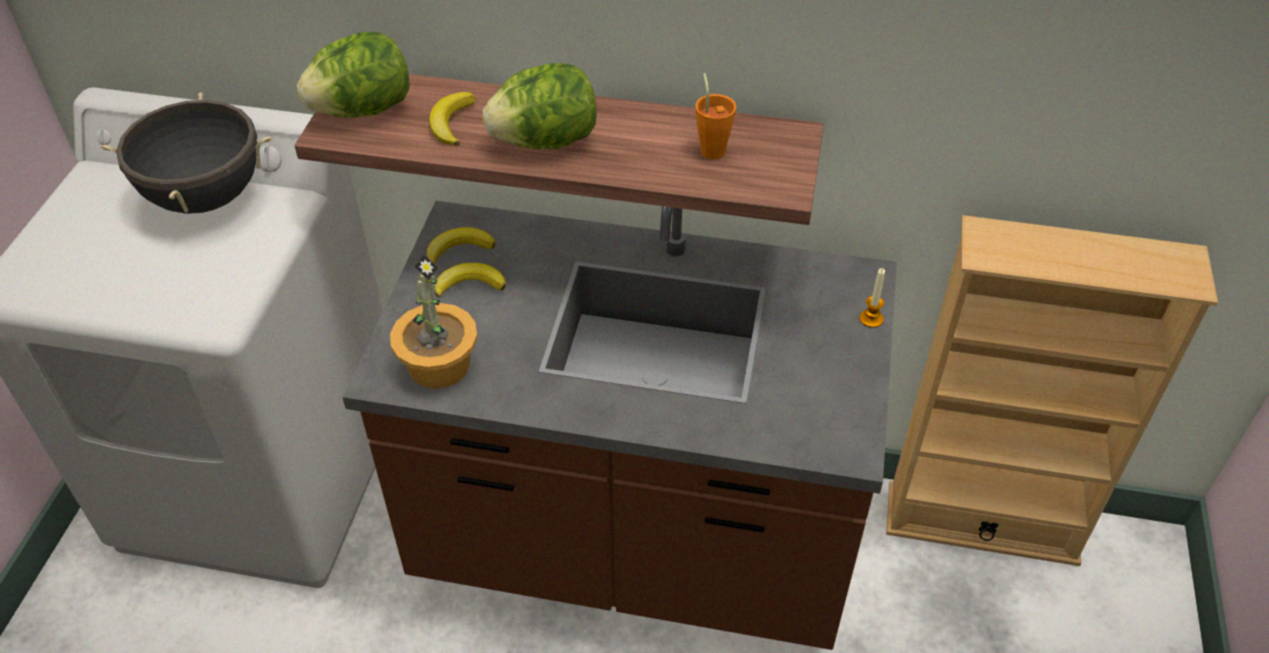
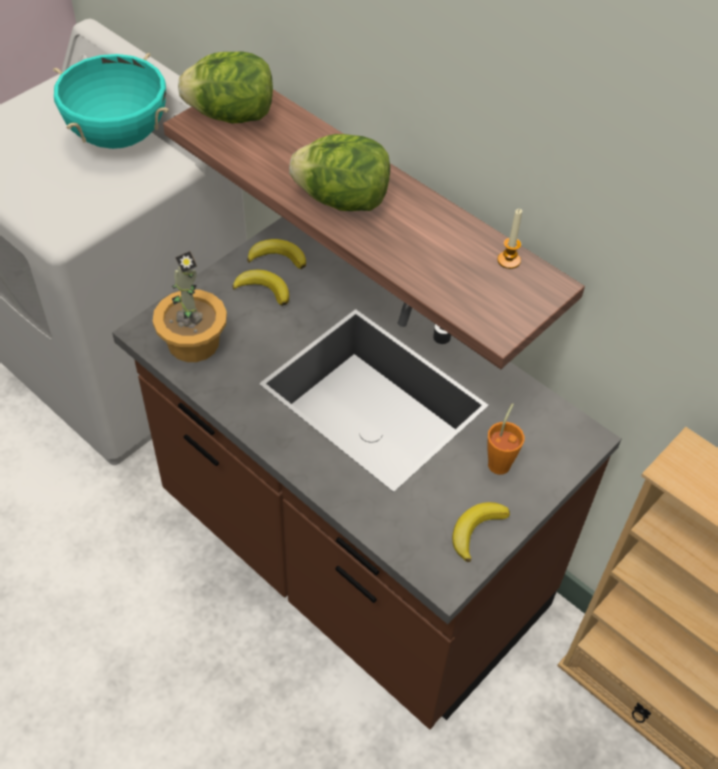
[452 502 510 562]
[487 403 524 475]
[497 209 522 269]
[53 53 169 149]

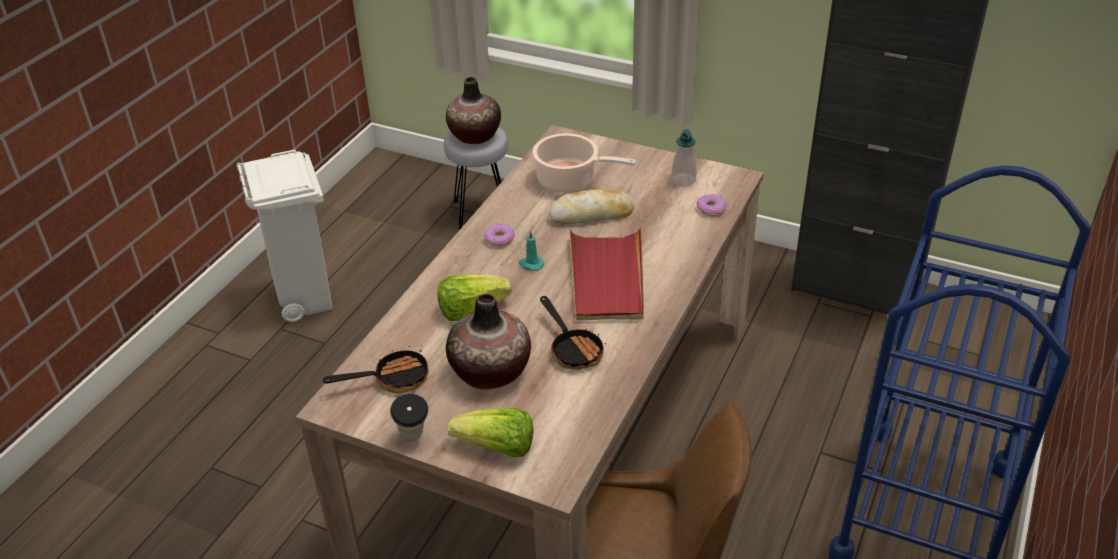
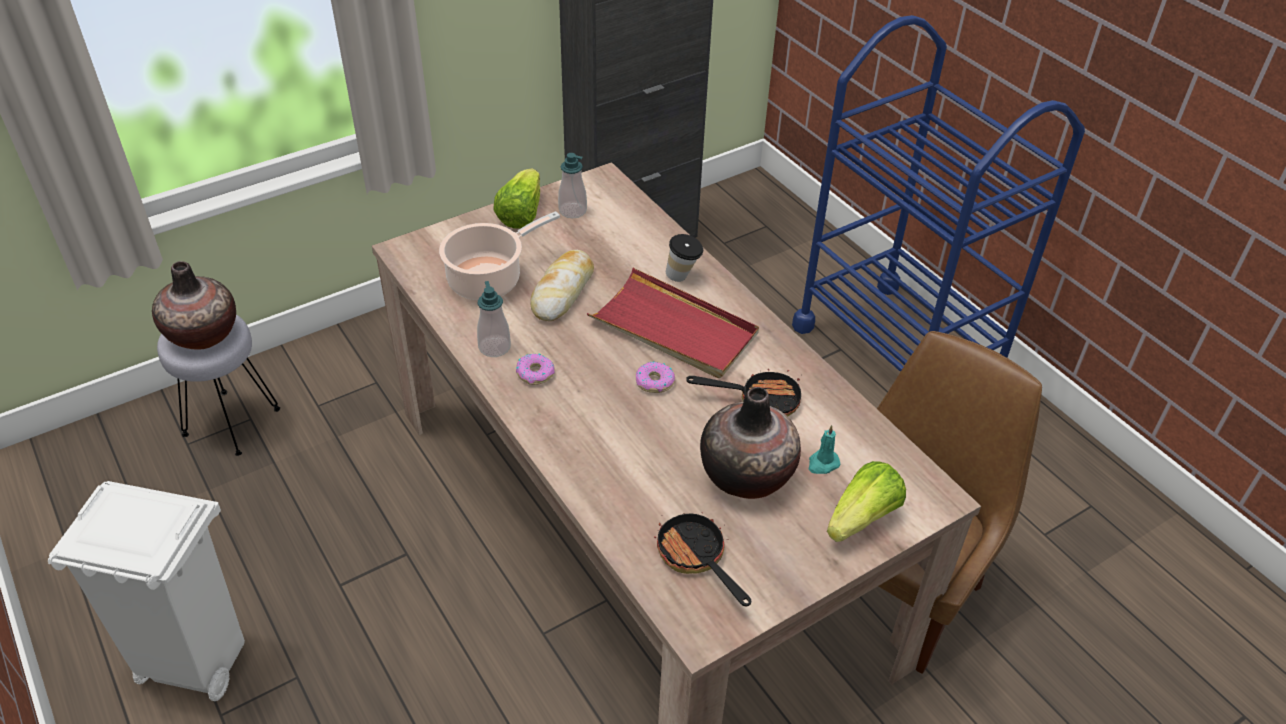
[477 281 511 357]
[666 234 703 282]
[494 169 540 229]
[809 425 840 474]
[636 361 675 393]
[654 512 751 607]

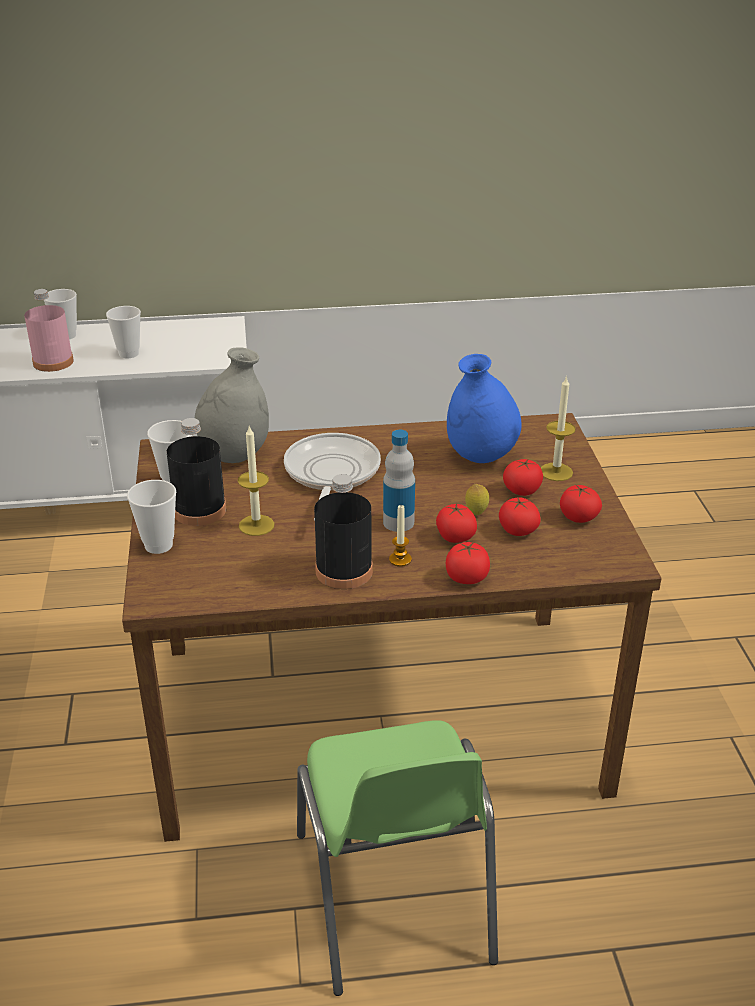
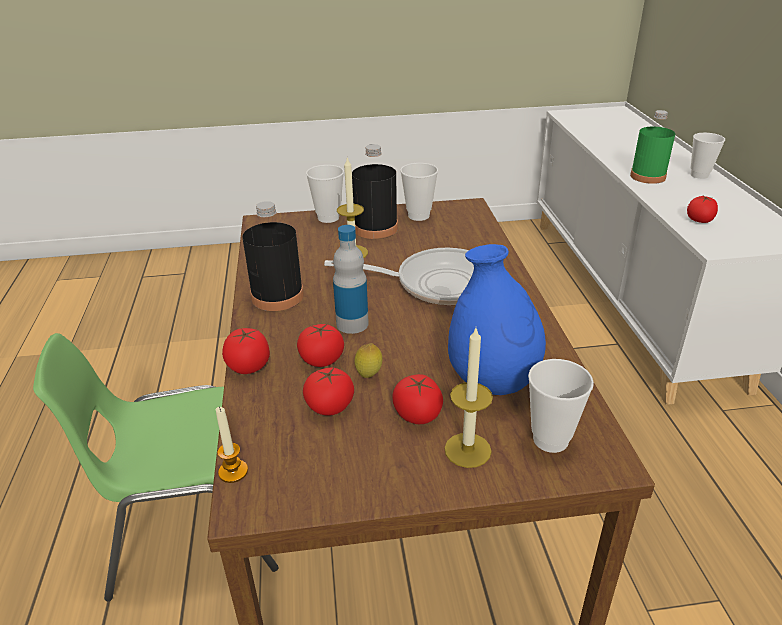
[195 347 269 463] (first image)
[528 359 594 453]
[216 407 248 483]
[687 196 718 223]
[630 110 675 184]

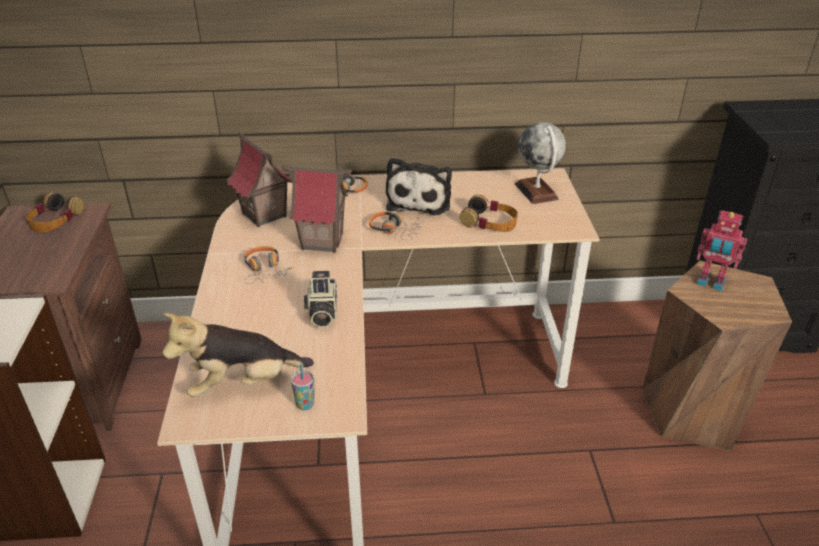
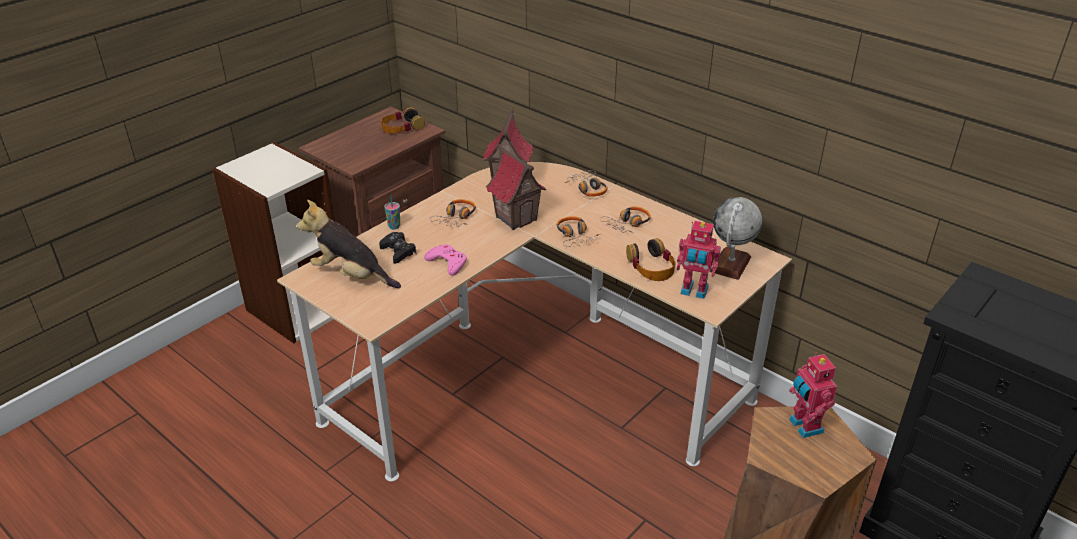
[379 232 416 264]
[677 221 721 299]
[385 195 400 229]
[424 244 467 276]
[600 206 651 233]

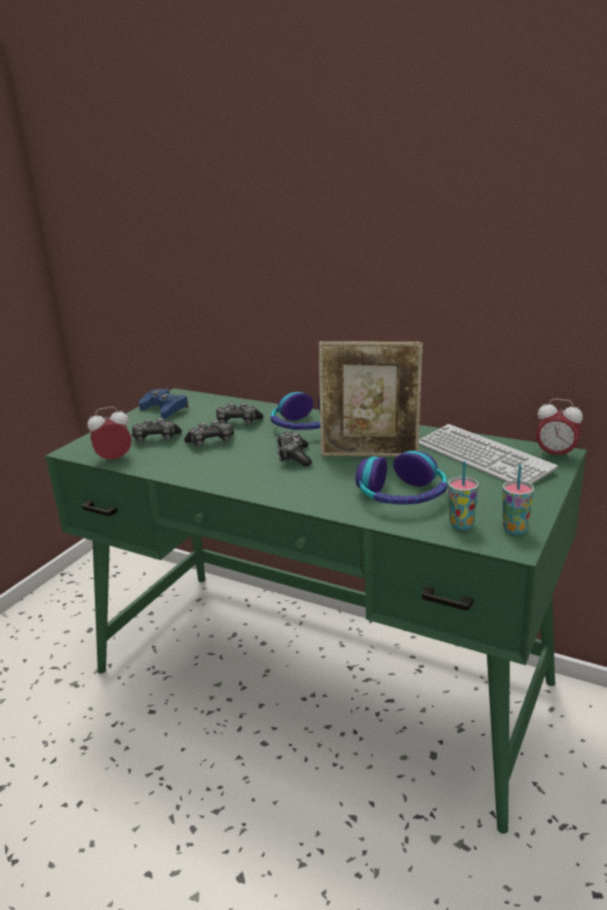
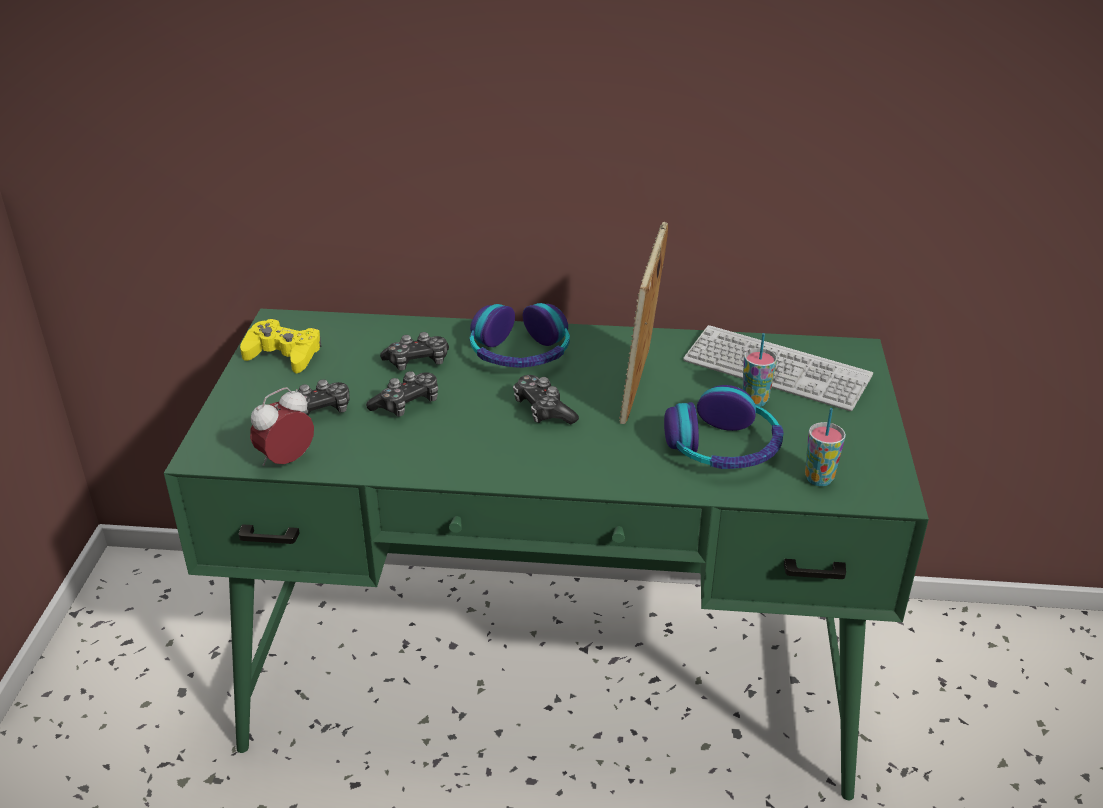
[536 398 583 461] (first image)
[742 333 777 407]
[240 319 322 373]
[619 222 668 424]

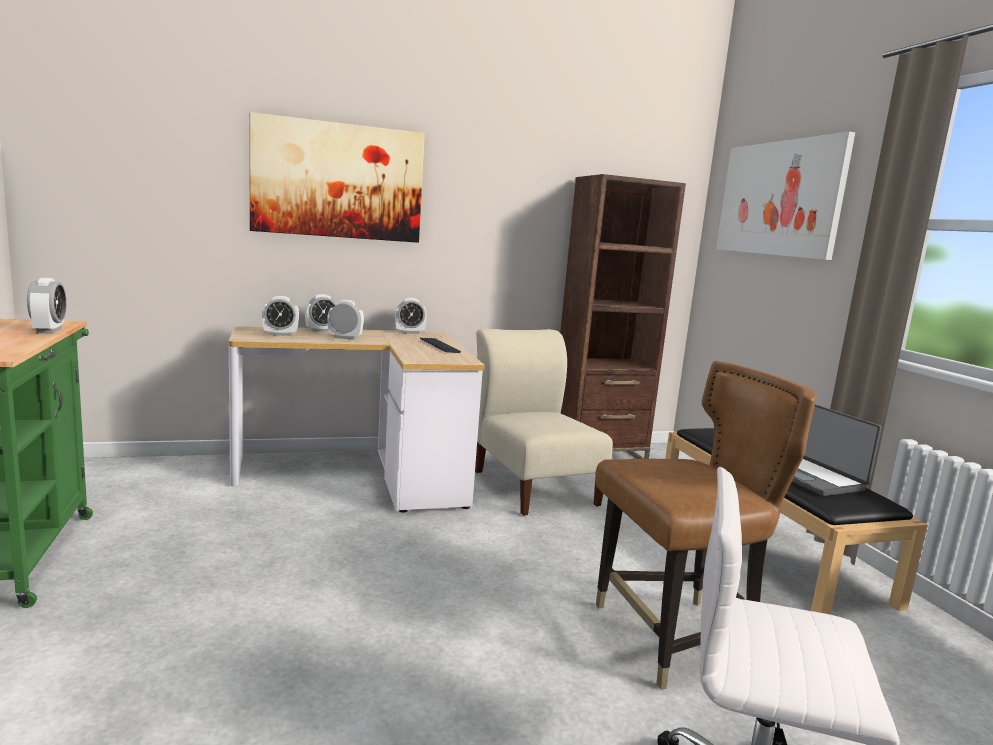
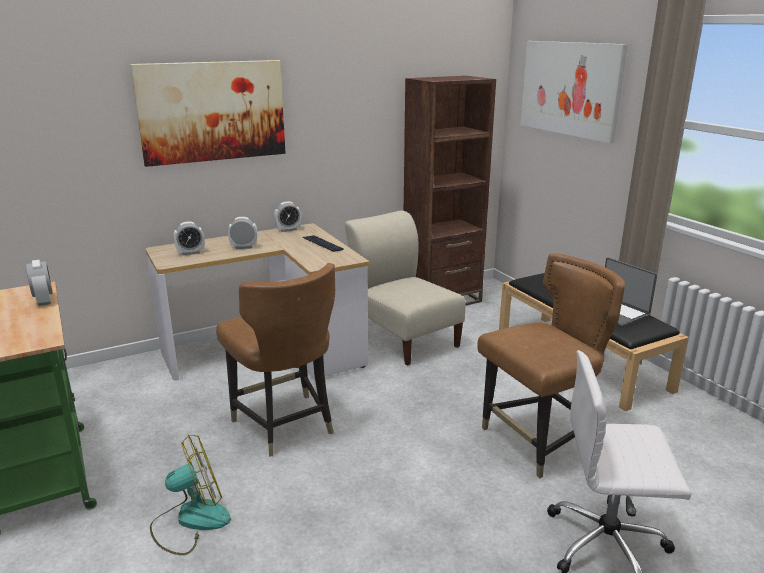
[305 294 337 332] (first image)
[150 434 231 555]
[216 263 335 457]

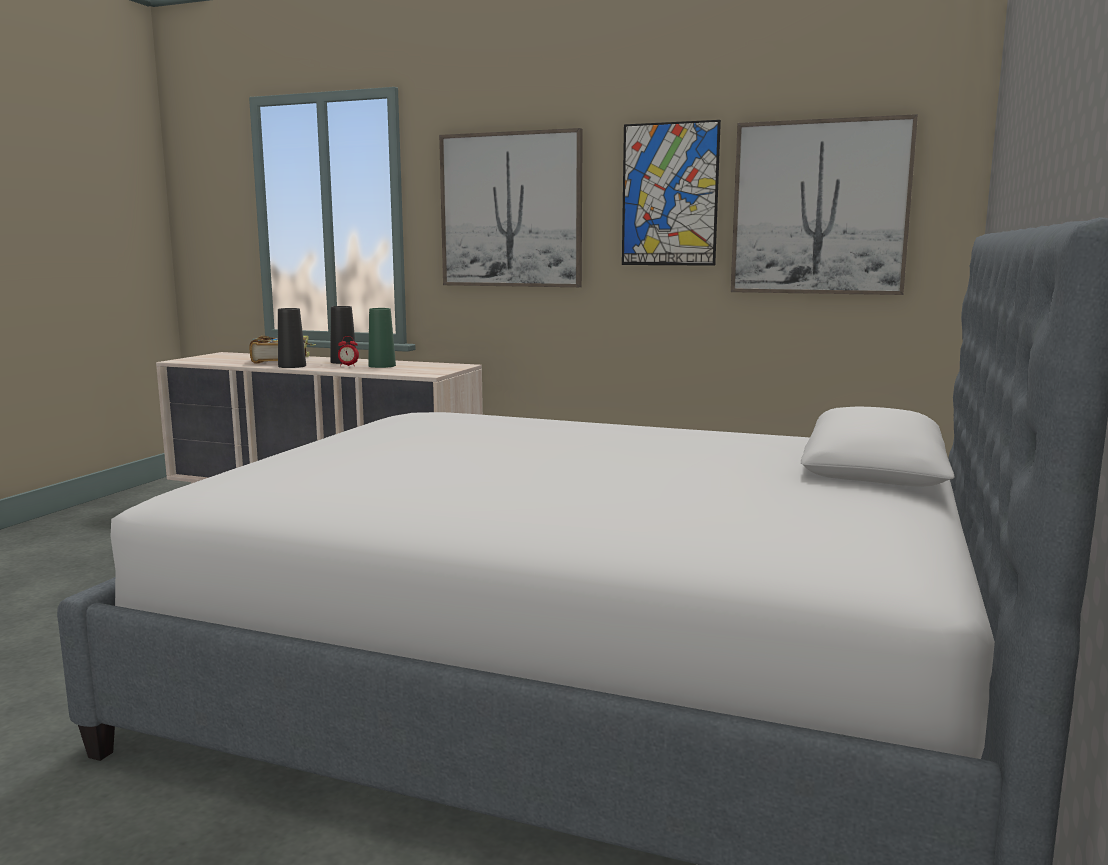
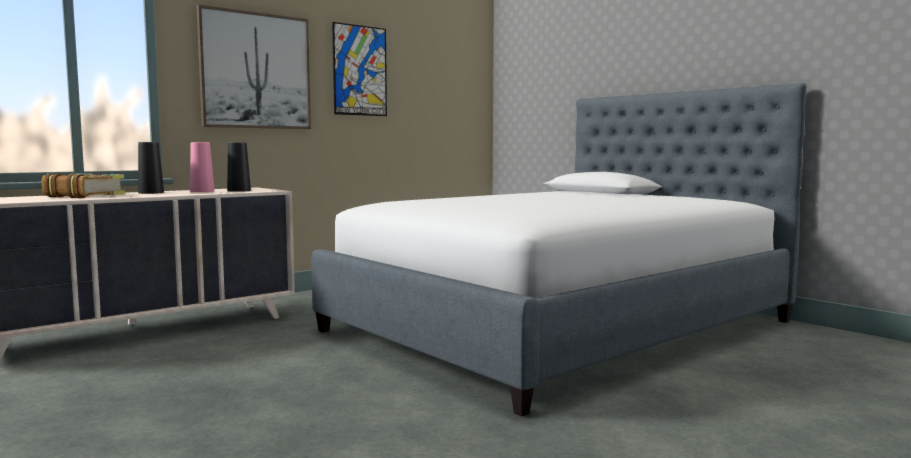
[338 336 359 366] (first image)
[731 114 918 295] (first image)
[227 142 251 192]
[190 142 215 192]

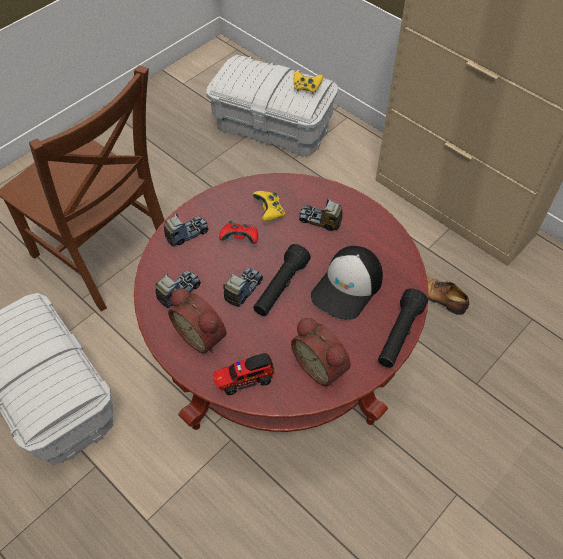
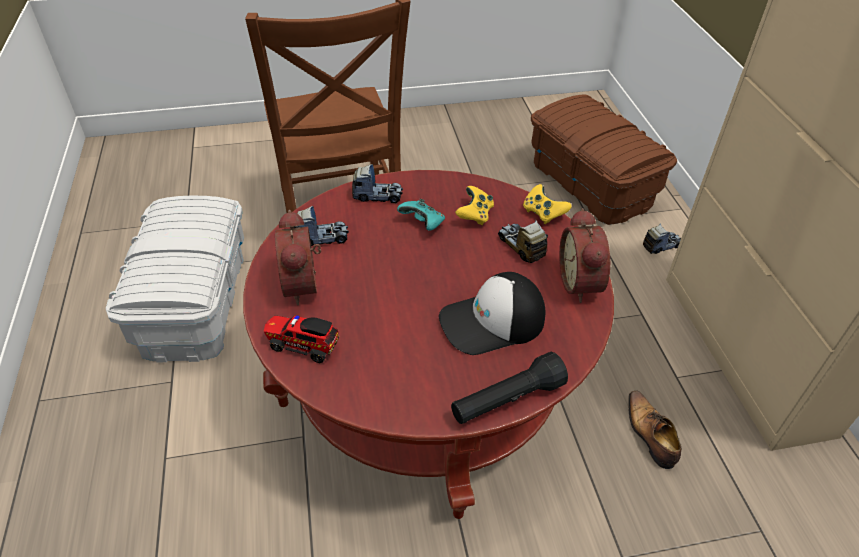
[253 244 311 316] (first image)
[643 223 681 254]
[559 208 610 303]
[523 184 572 224]
[531 94 678 225]
[397 199 445 231]

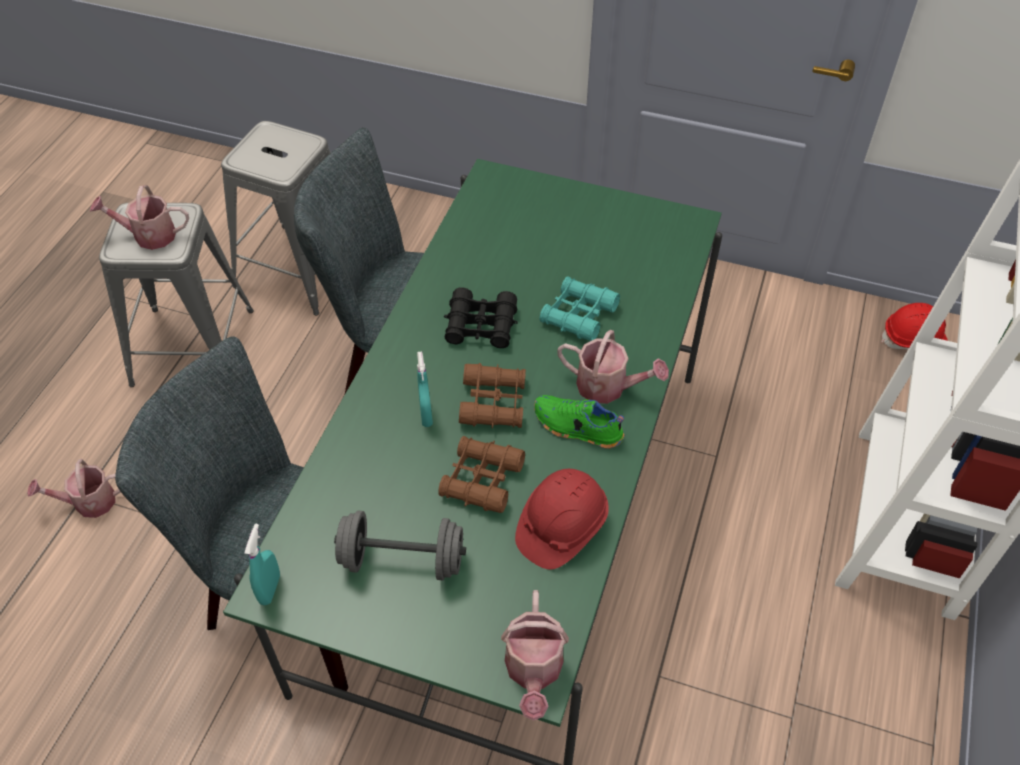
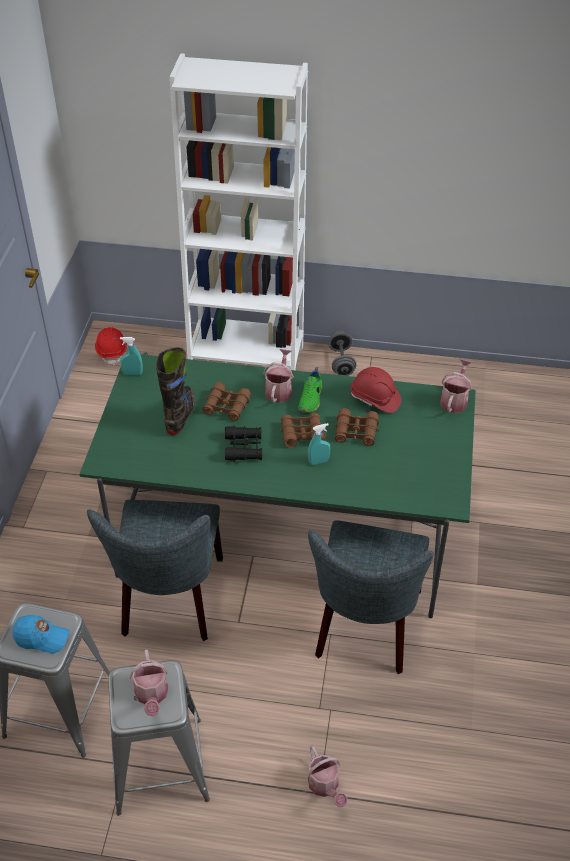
[12 615 70 653]
[156 347 195 435]
[120 337 143 375]
[328 331 356 376]
[202 382 251 421]
[440 359 472 413]

